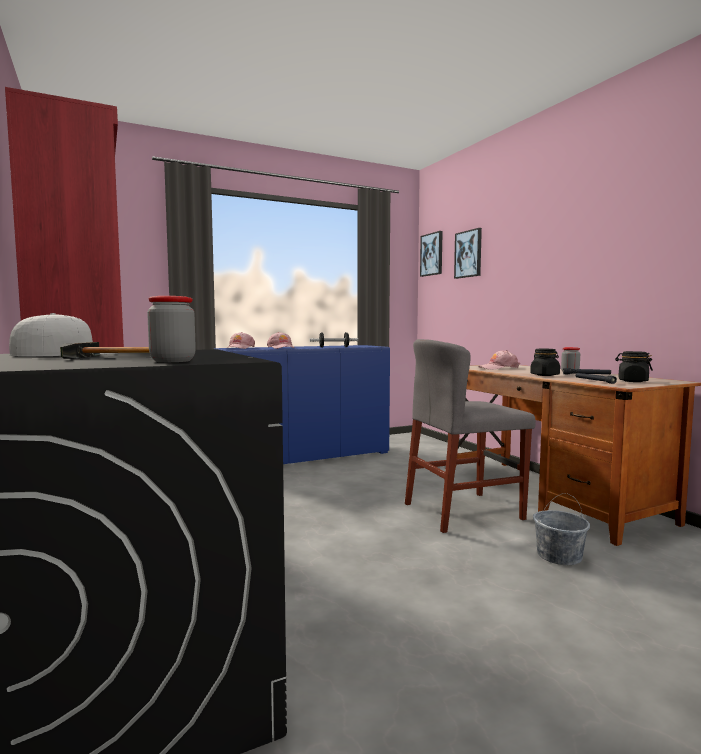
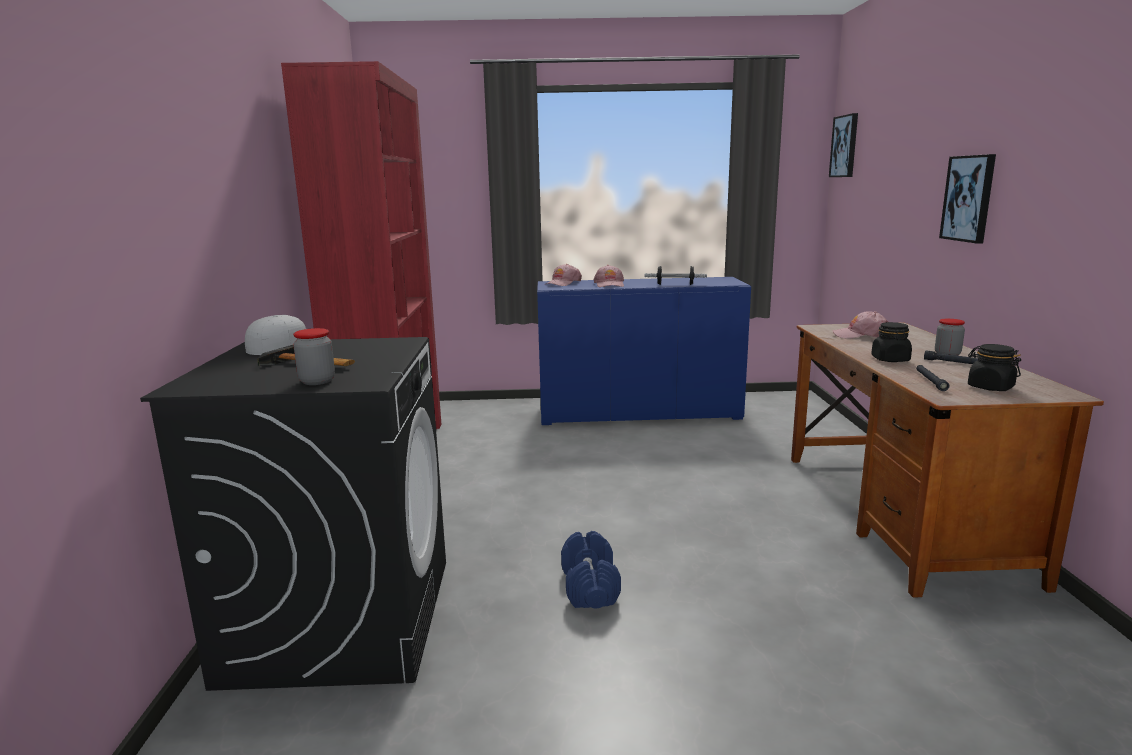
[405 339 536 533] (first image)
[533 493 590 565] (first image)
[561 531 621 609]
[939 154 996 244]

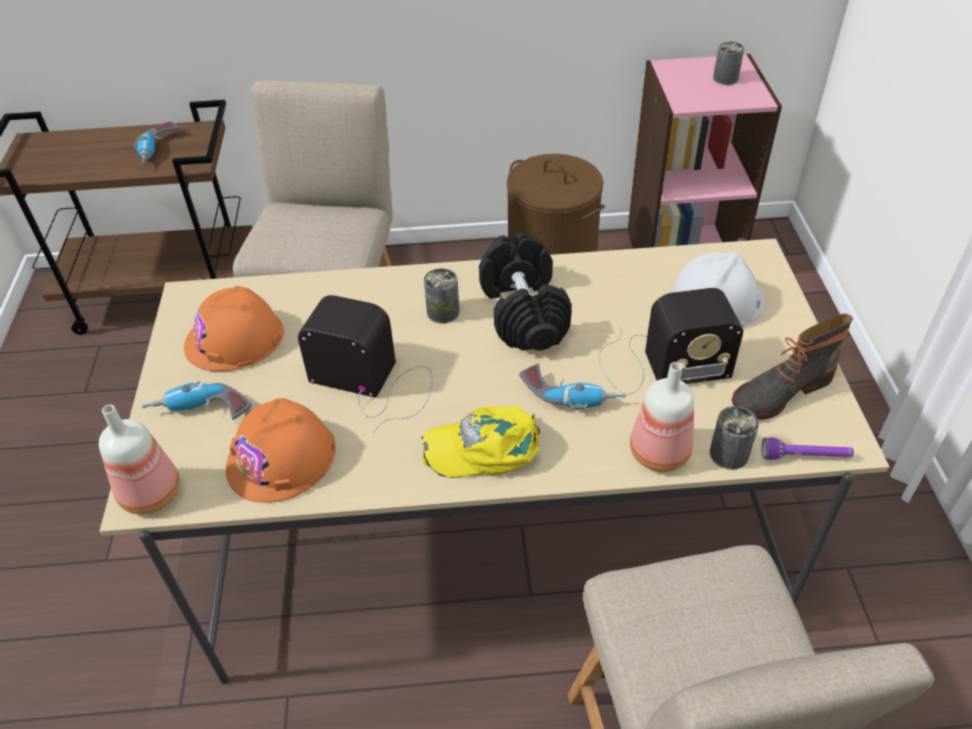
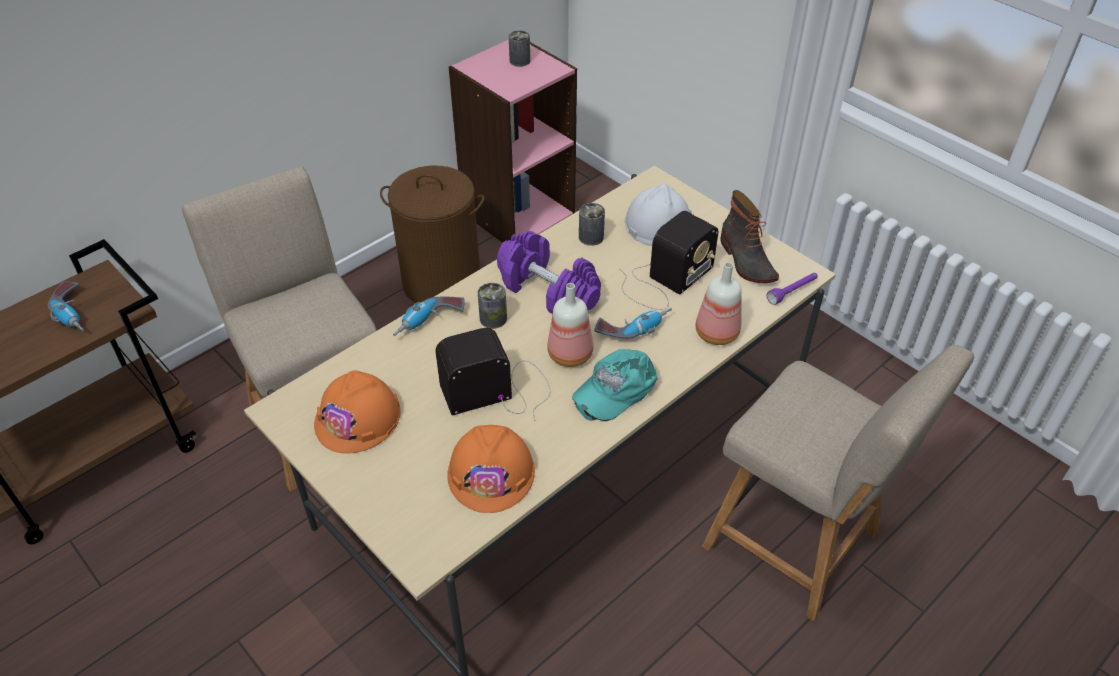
[547 283 593 367]
[393 297 465 336]
[579 203 605 246]
[572 349 658 421]
[497 231 601 314]
[720 190 779 283]

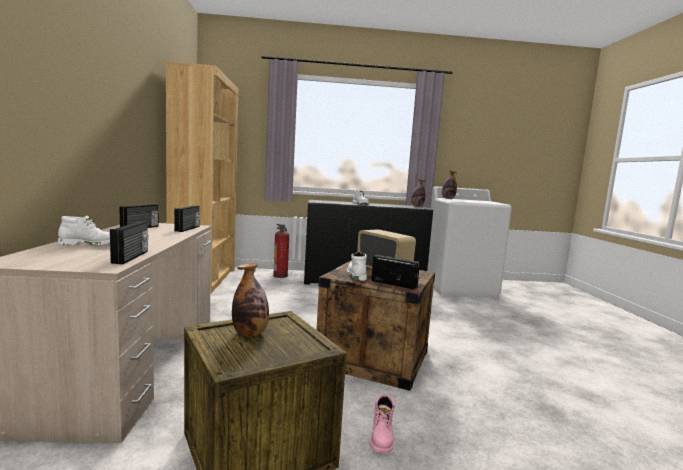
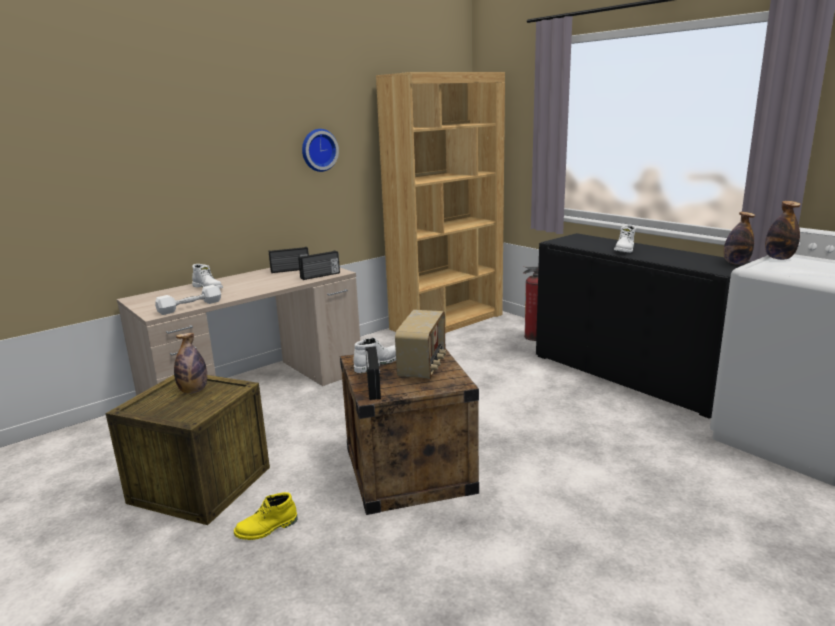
[302 129 339 172]
[155 285 221 315]
[234 492 298 540]

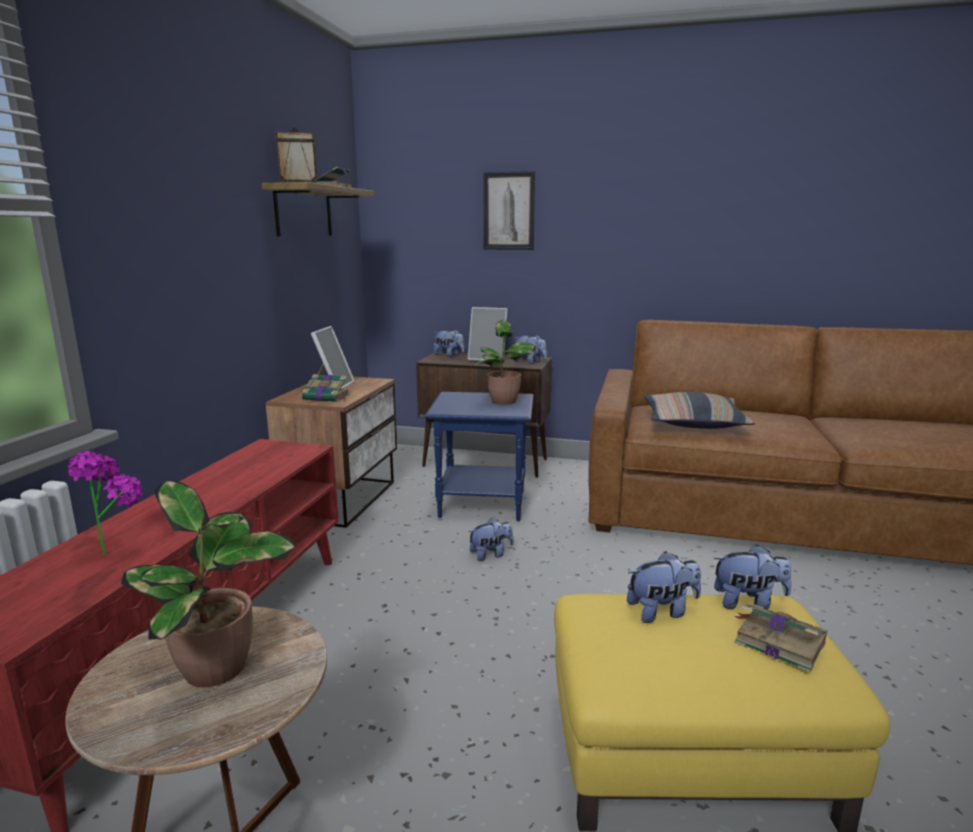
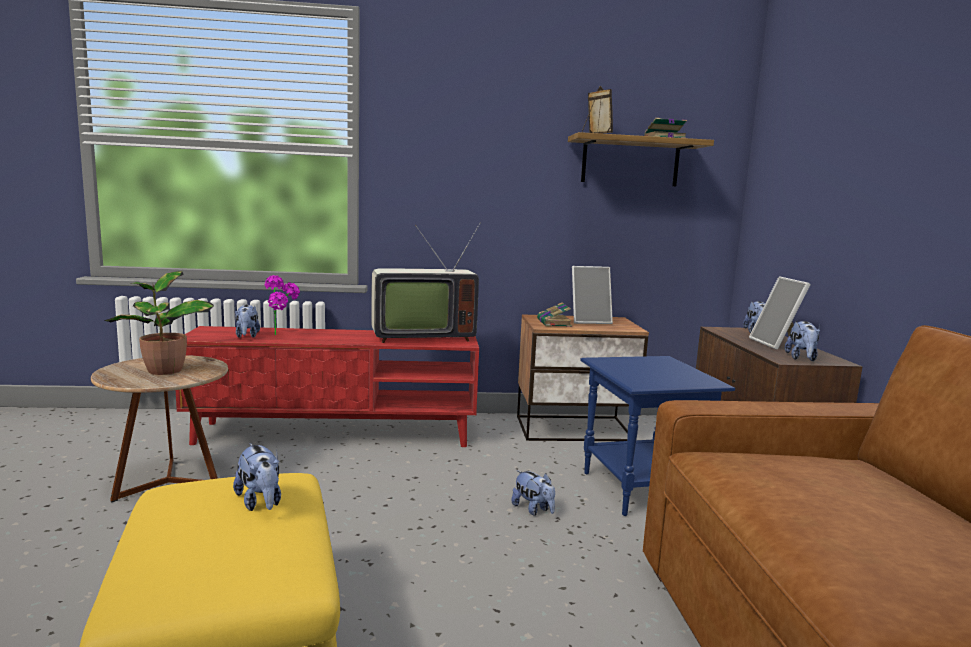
[473 320 536 405] (first image)
[483 171 535 250] (first image)
[644 392 755 429] (first image)
[734 604 828 672] (first image)
[371 222 481 343]
[235 305 260 338]

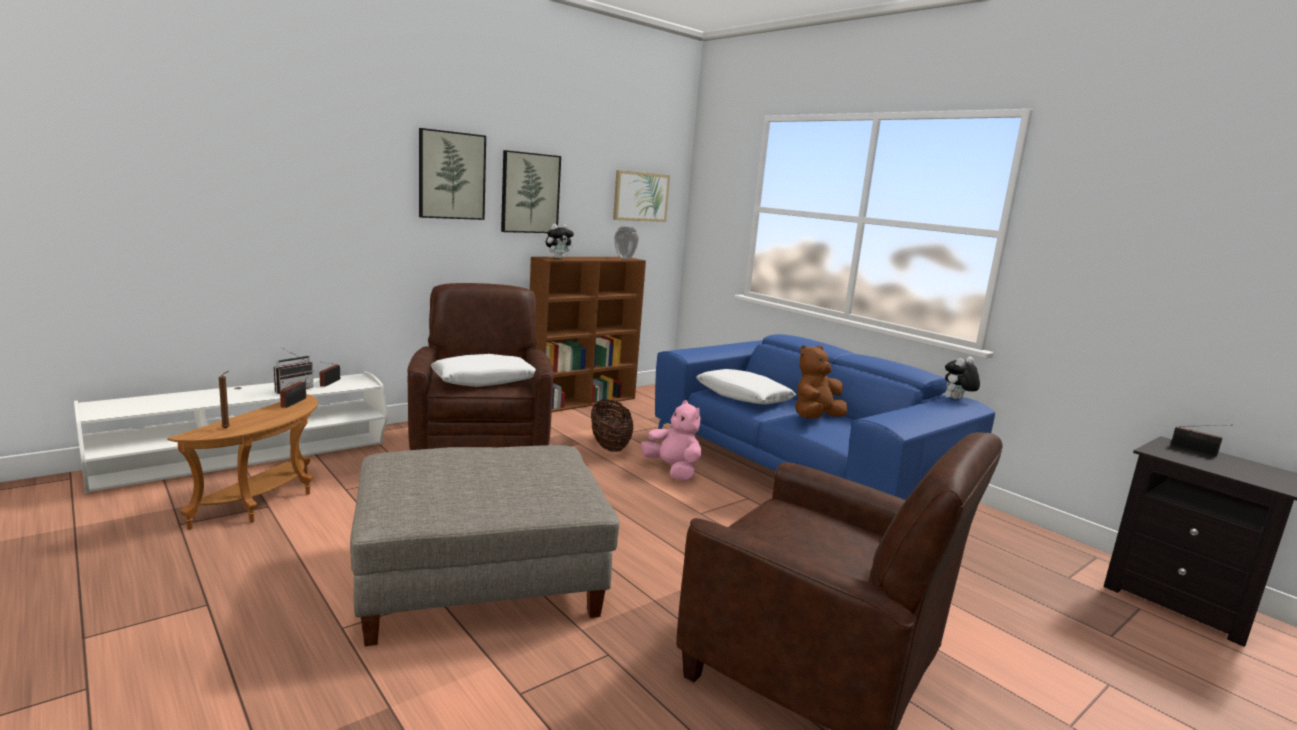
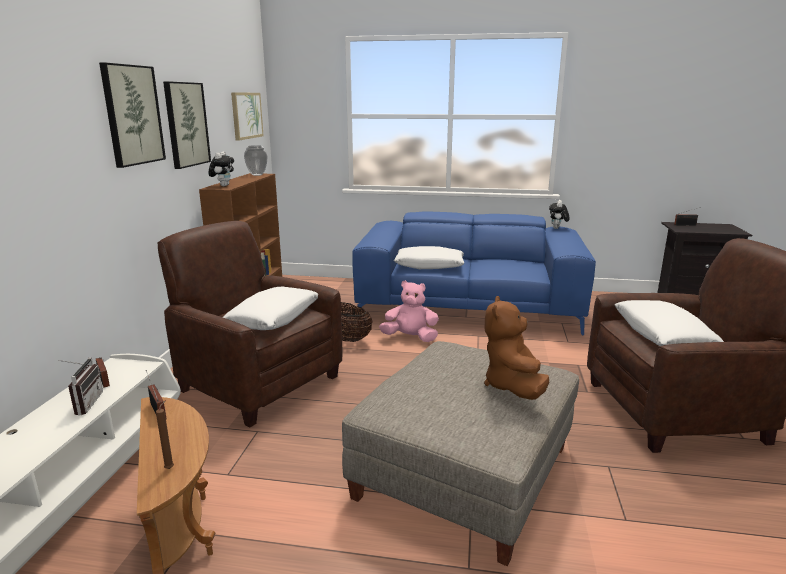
[615 300 724 346]
[484 296 549 400]

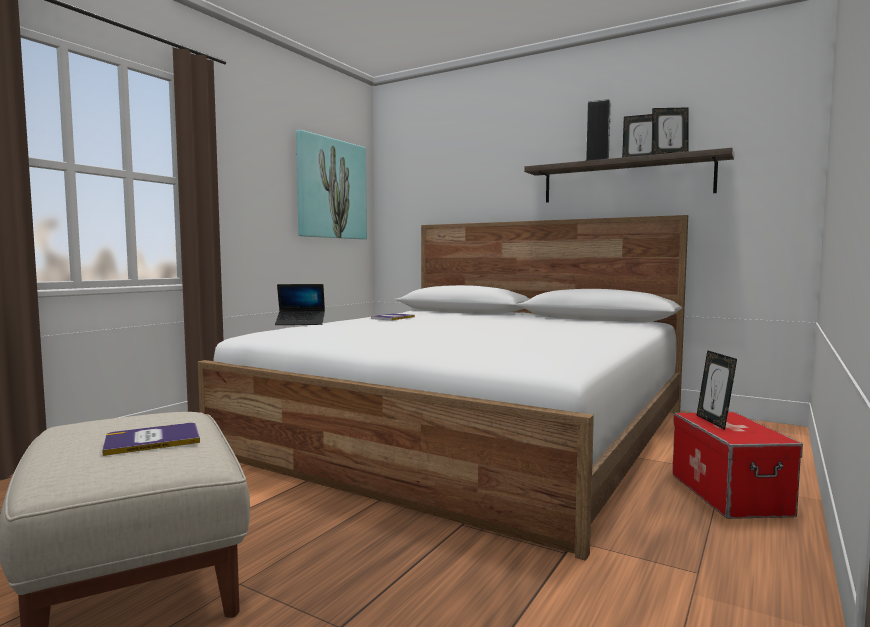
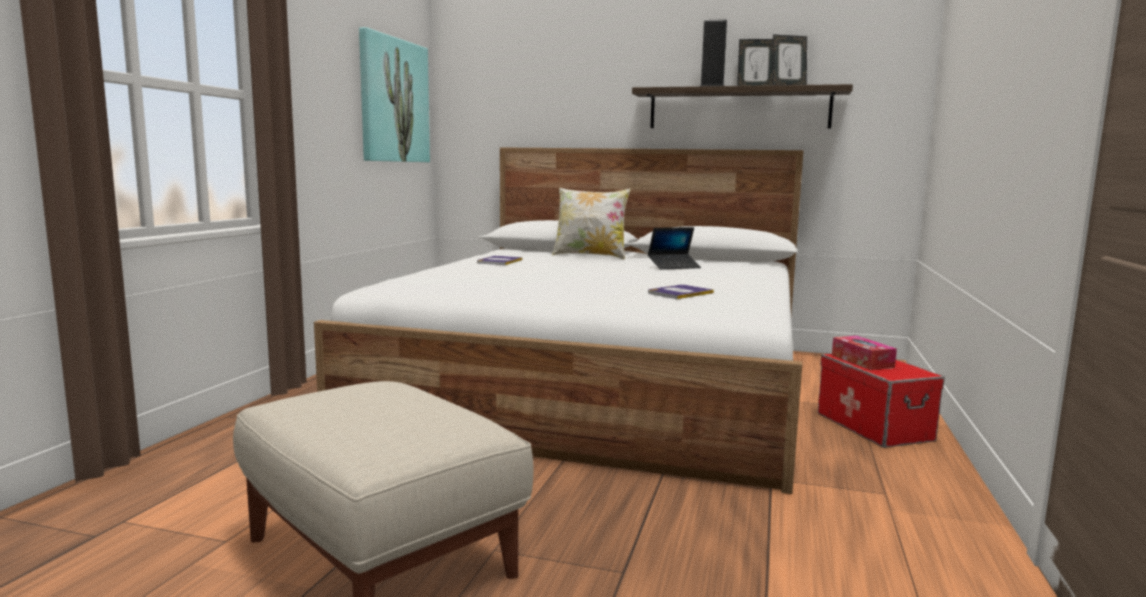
[552 188 631 259]
[648 285 714 299]
[648 227 701 270]
[832 336 897 370]

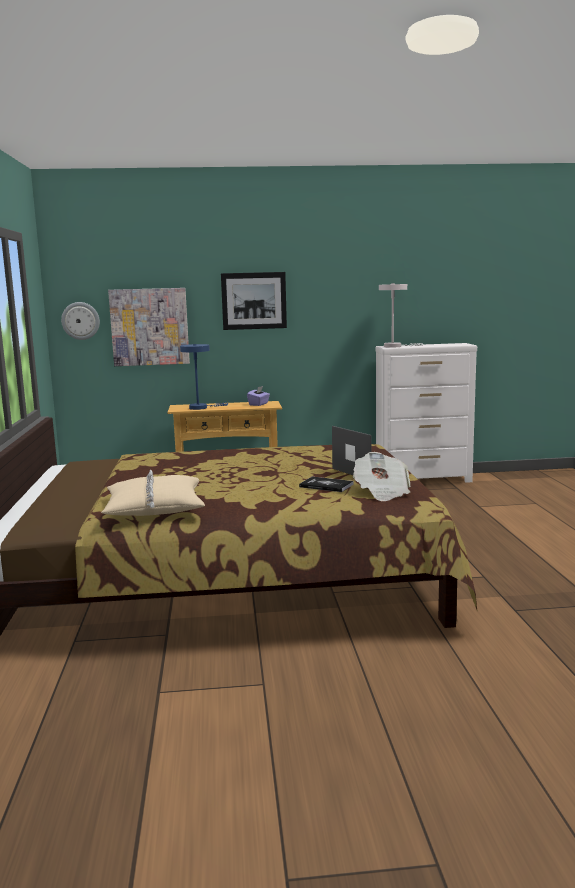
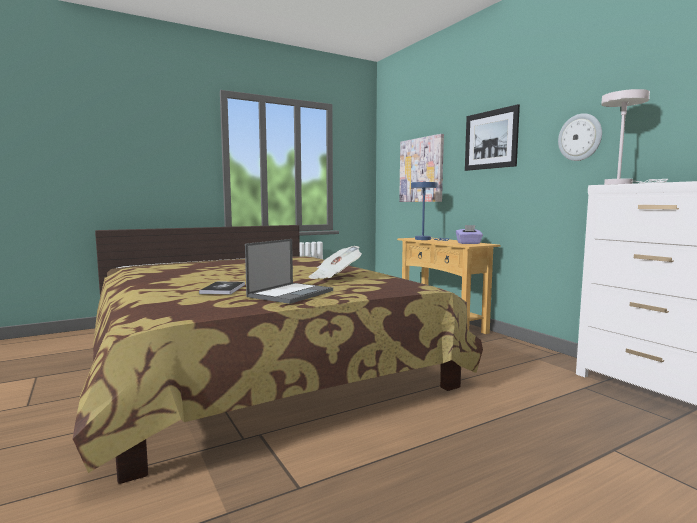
[101 470 205 516] (first image)
[558 113 602 161]
[308 246 362 279]

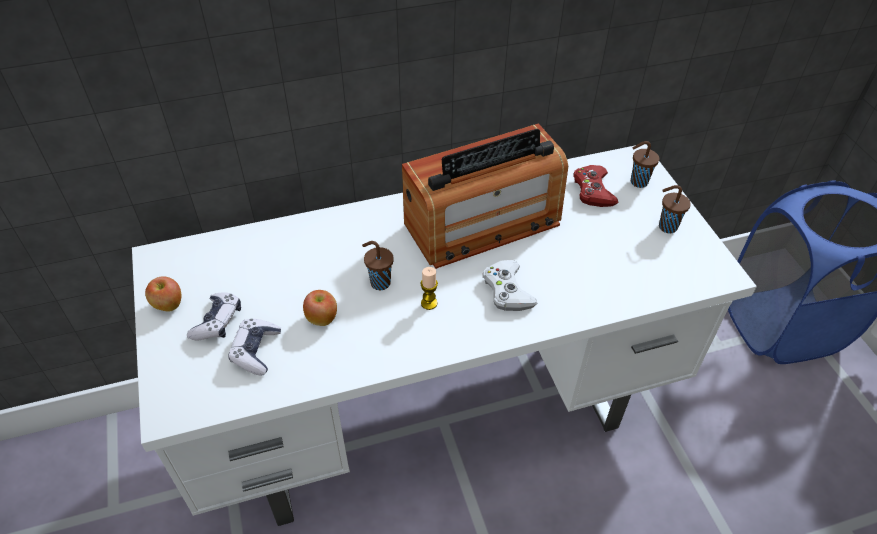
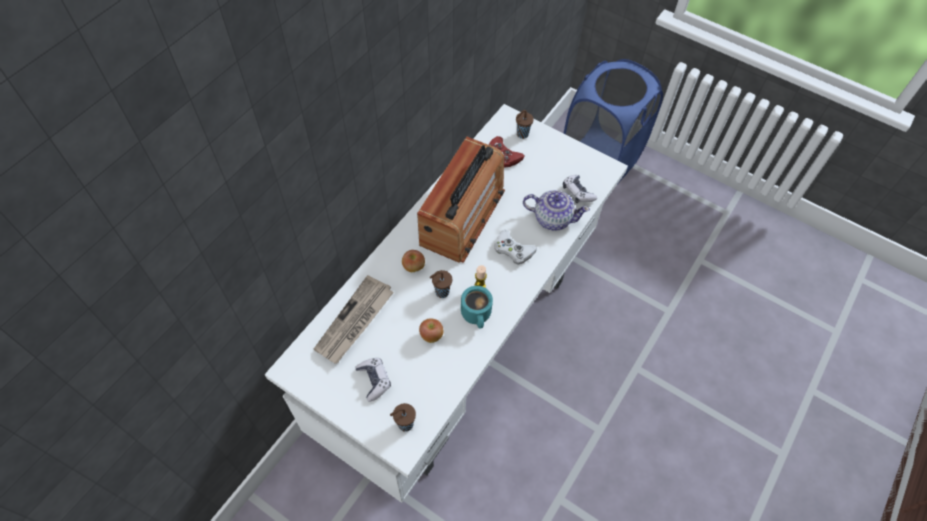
[314 275 394 364]
[461 286 493 329]
[523 190 590 231]
[402 250 425 272]
[563 175 597 203]
[390 403 416 432]

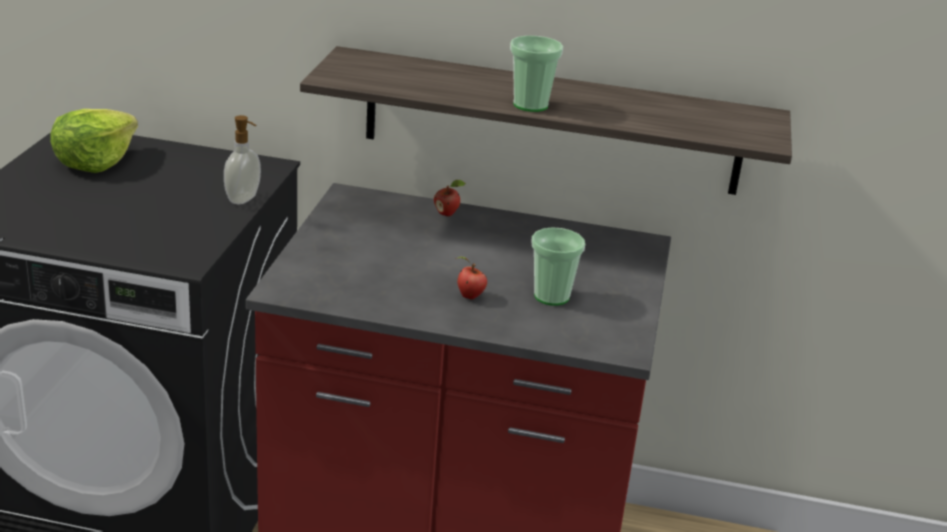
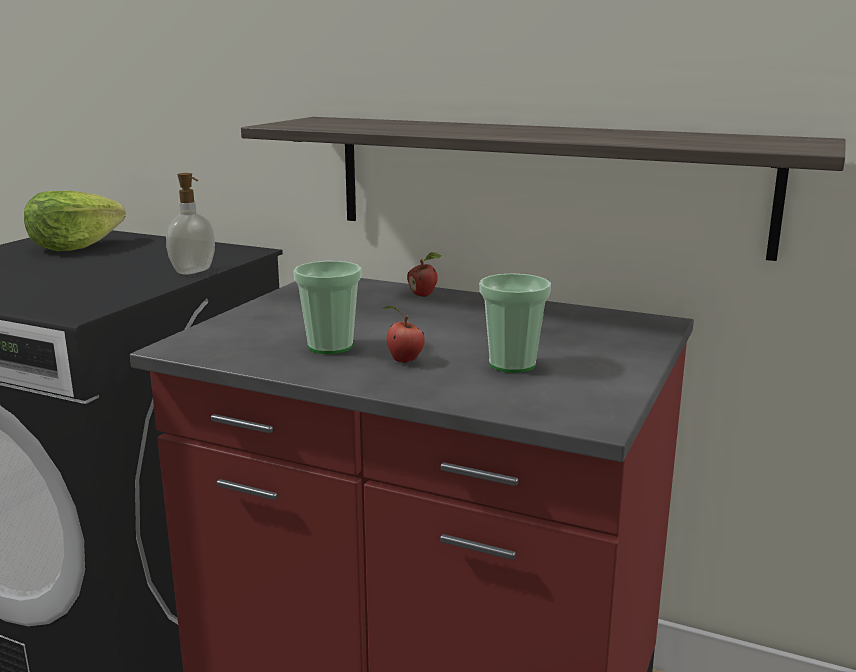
[293 261 361 354]

